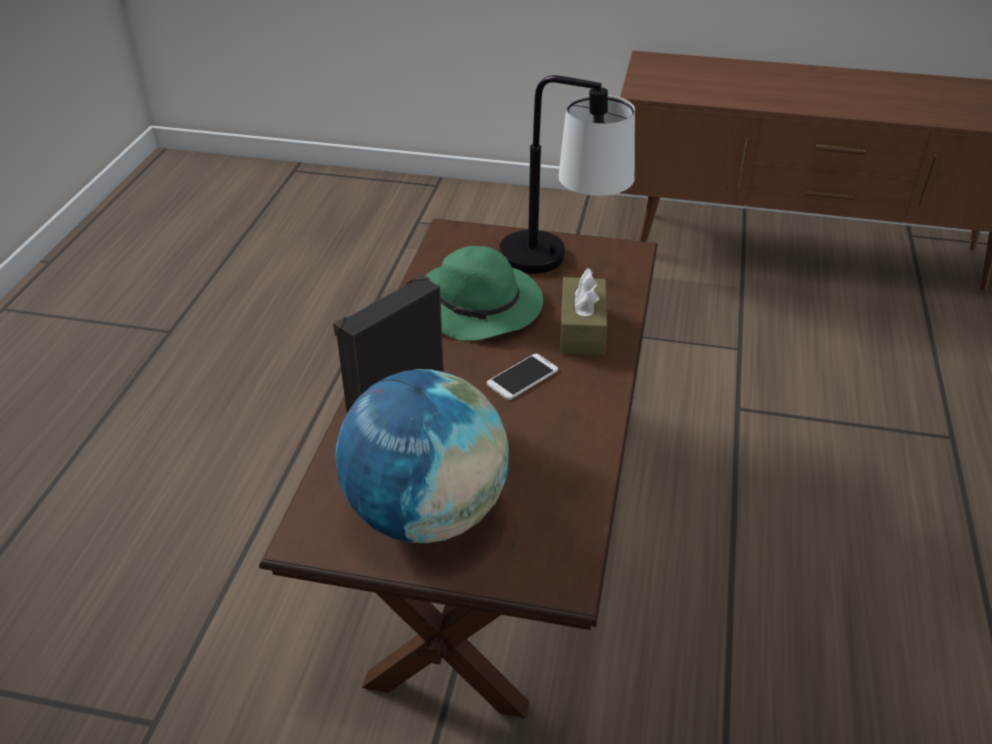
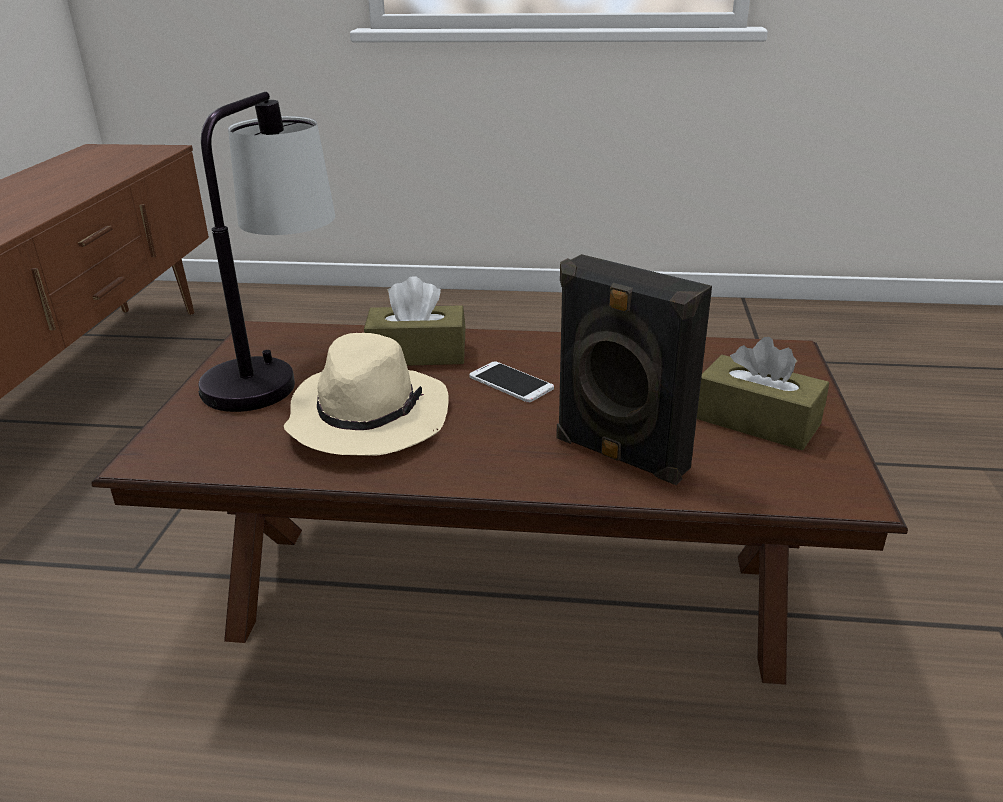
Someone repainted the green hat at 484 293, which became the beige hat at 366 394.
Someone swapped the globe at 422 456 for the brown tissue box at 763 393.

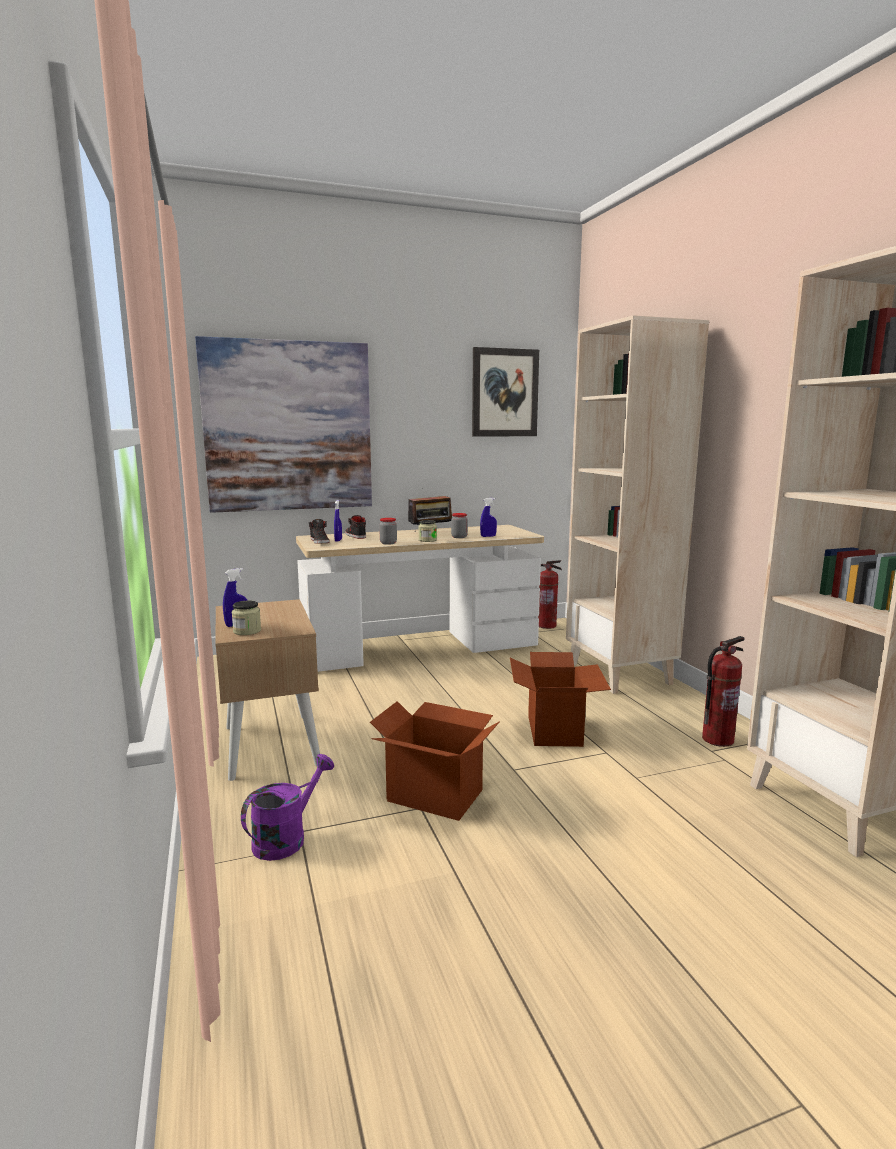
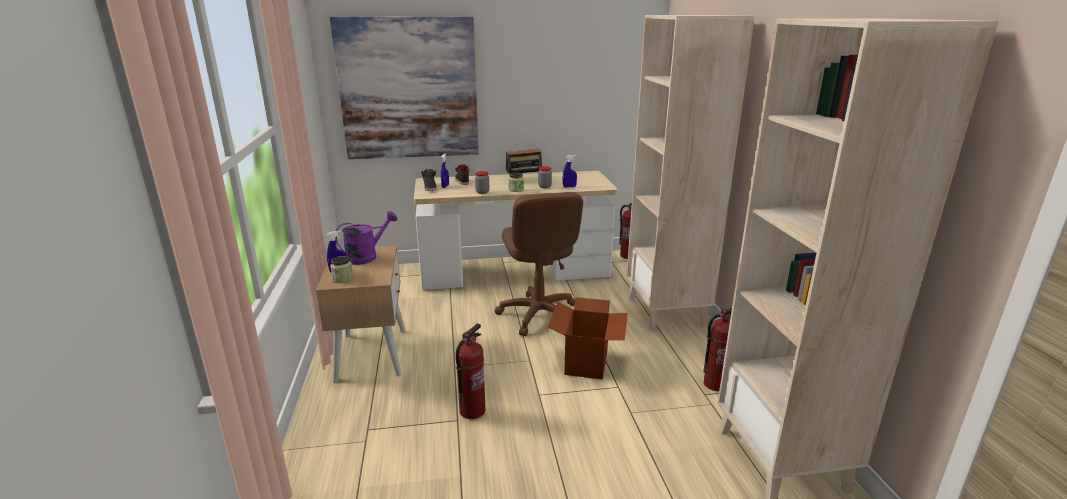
Someone carried the purple watering can from 287 807 to 366 238.
Someone swapped the cardboard box at 435 761 for the fire extinguisher at 470 371.
Someone put down the brown office chair at 538 264.
Someone took away the picture at 505 392.

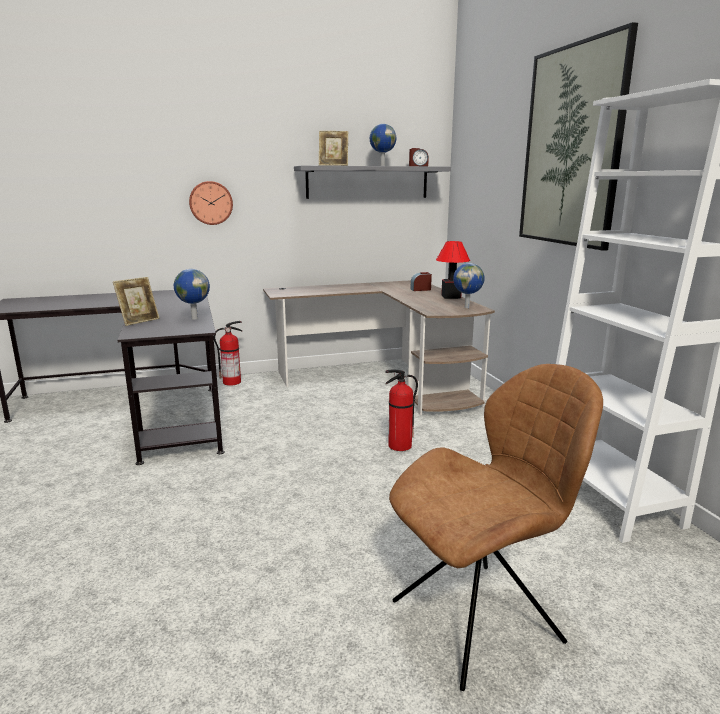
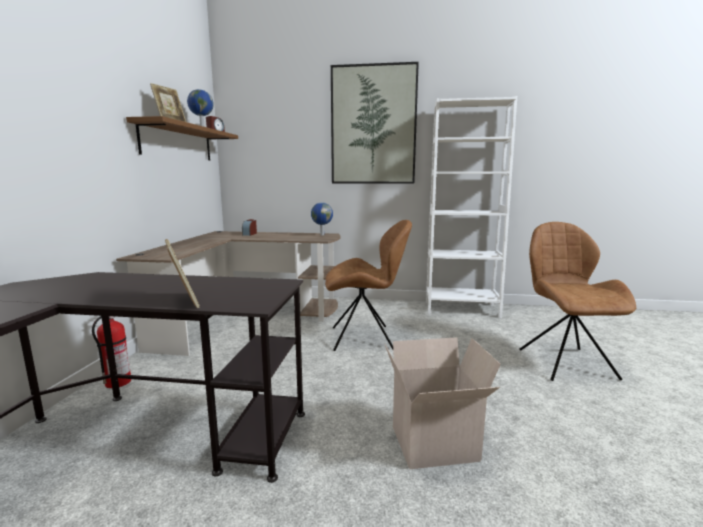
Someone repainted the grey shelf at 372 182, which became the brown shelf at 182 138.
Someone swapped the fire extinguisher at 401 410 for the brown chair at 368 285.
Someone put down the cardboard box at 442 403.
Someone took away the globe at 192 294.
Someone took away the wall clock at 211 203.
Someone took away the table lamp at 453 270.

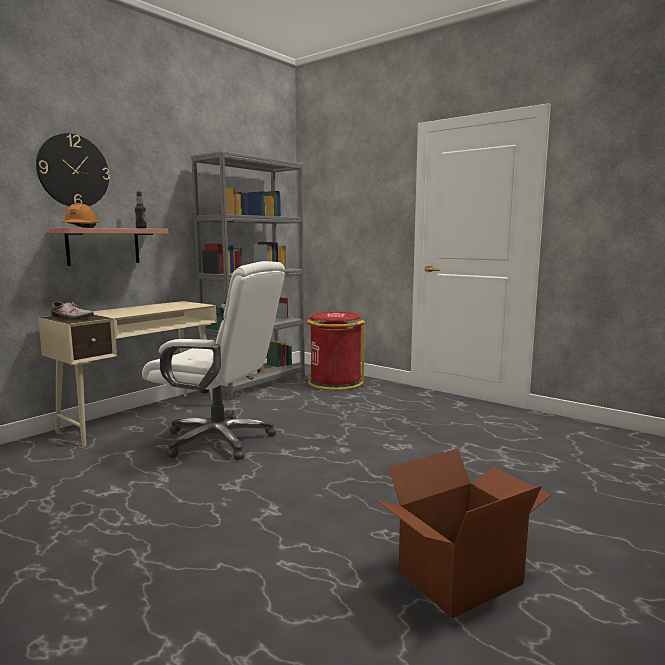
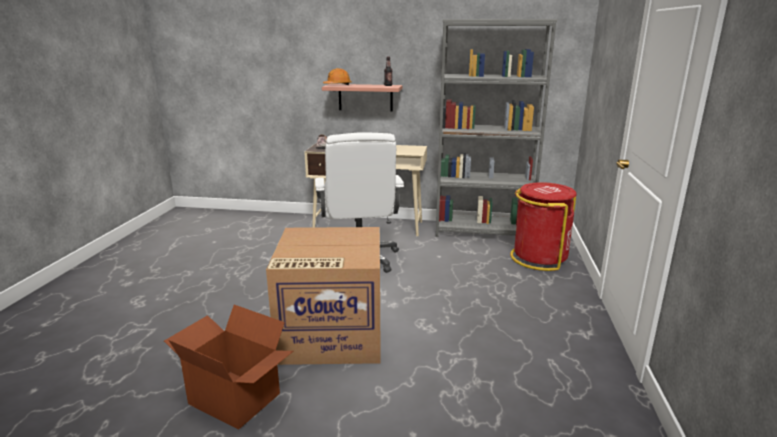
Someone put down the cardboard box at 323 296.
Someone took away the wall clock at 73 169.

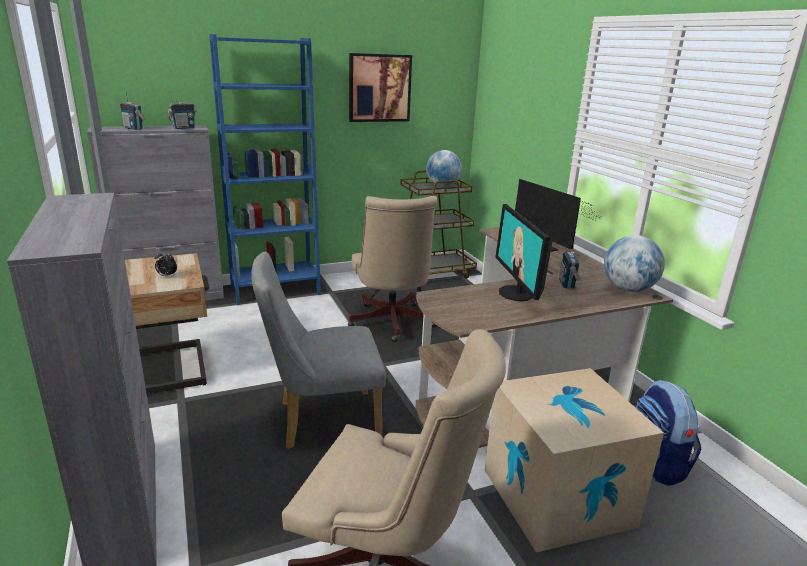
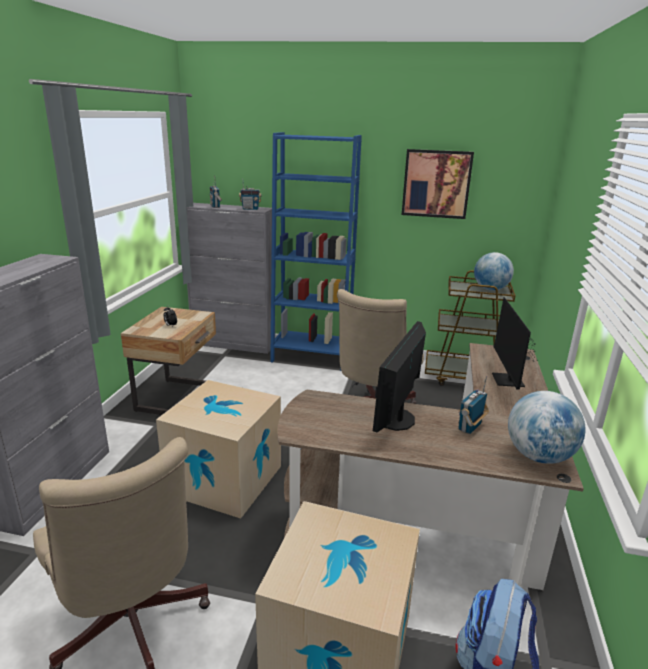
Someone swapped the grey chair at 318 350 for the cardboard box at 218 449.

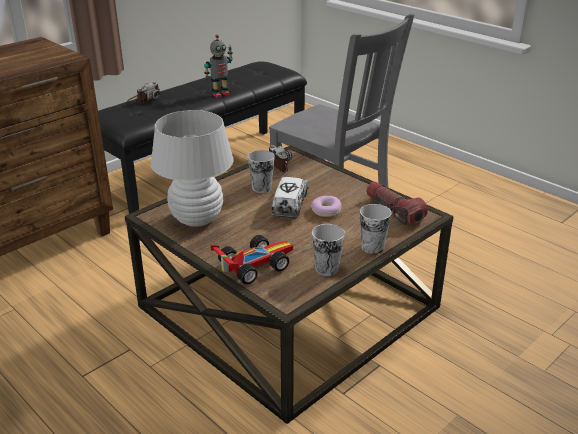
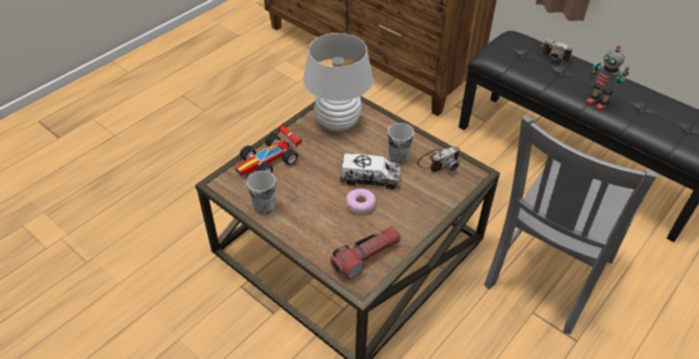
Someone rotated the toy car at 252 259 by 90 degrees clockwise.
Someone took away the cup at 376 229.

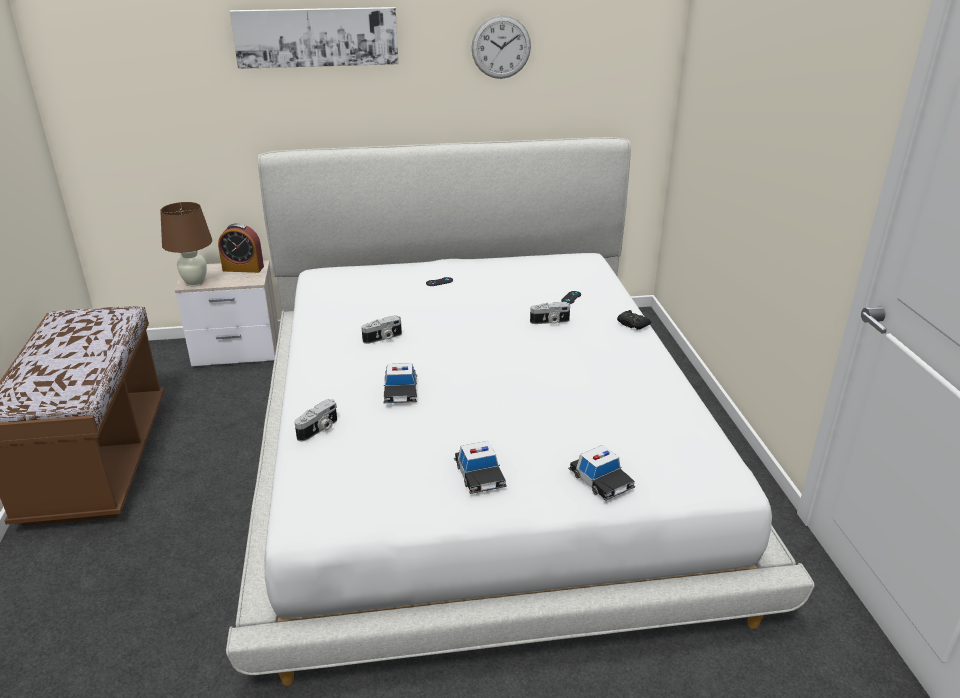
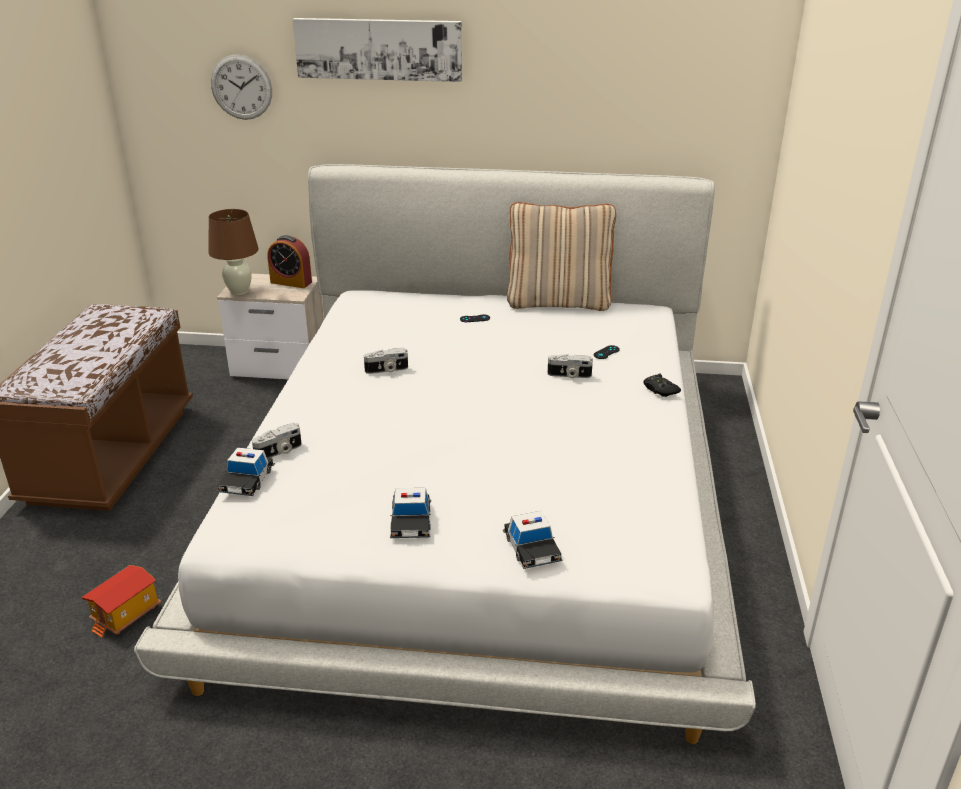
Someone put down the toy house at 121 601.
Someone carried the wall clock from 501 47 to 241 87.
Someone carried the toy car from 400 383 to 246 471.
Someone put down the beige pillow at 561 256.

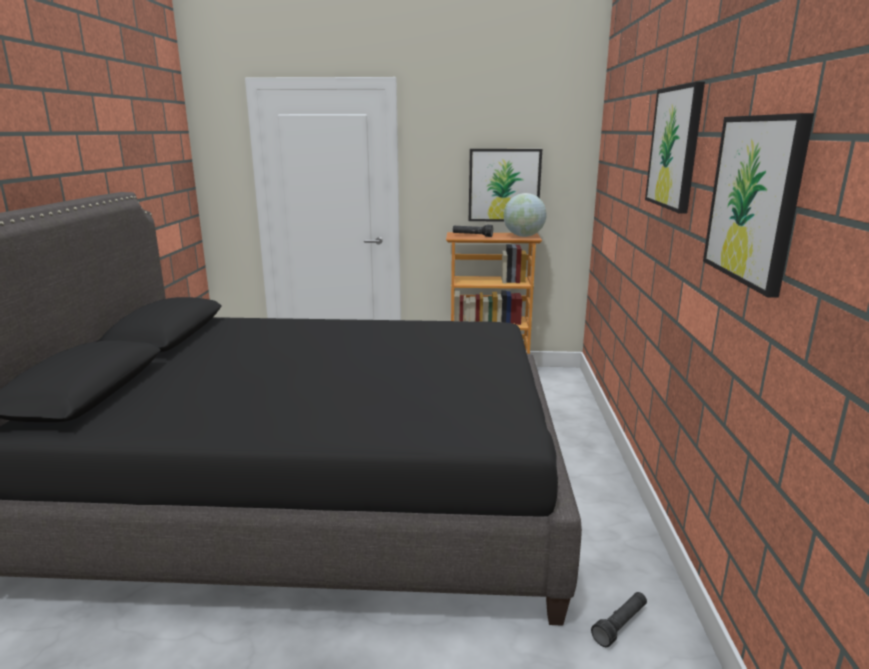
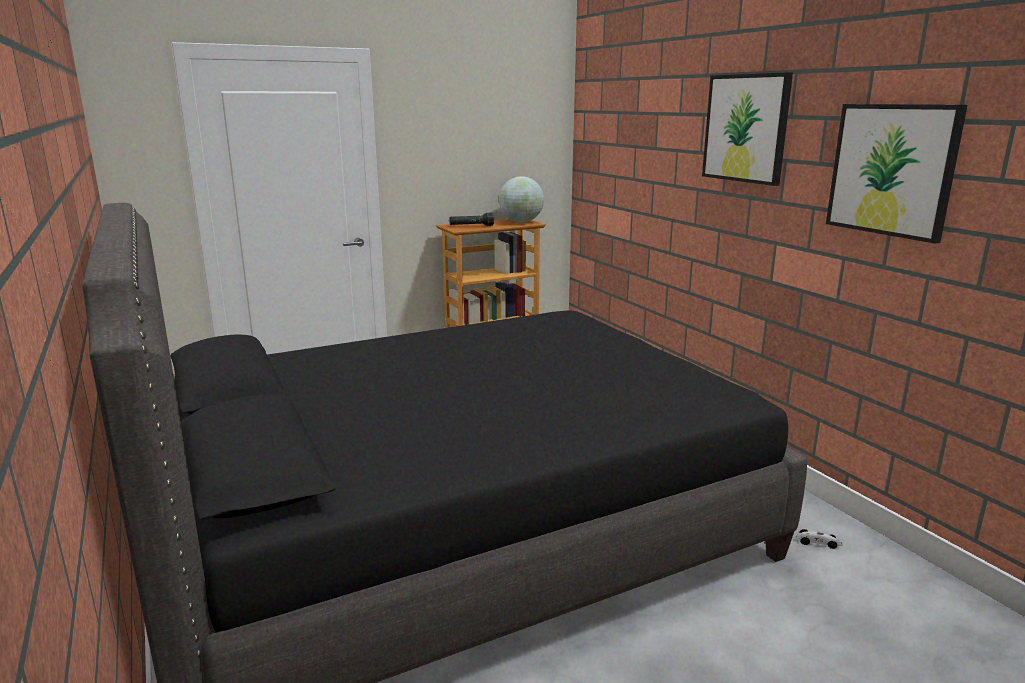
Someone swapped the black flashlight at 619 619 for the toy car at 819 539.
Someone took away the picture at 505 185.

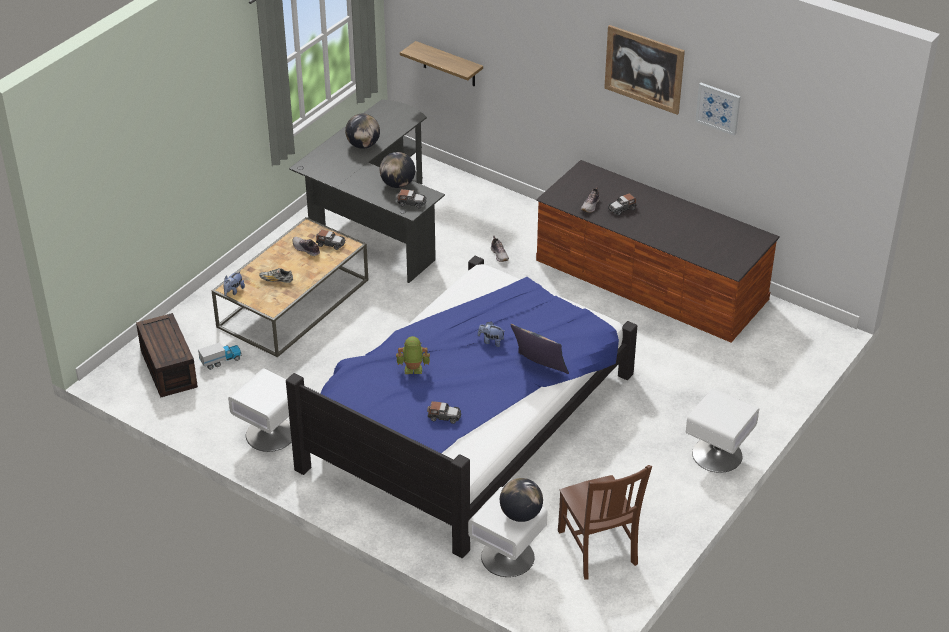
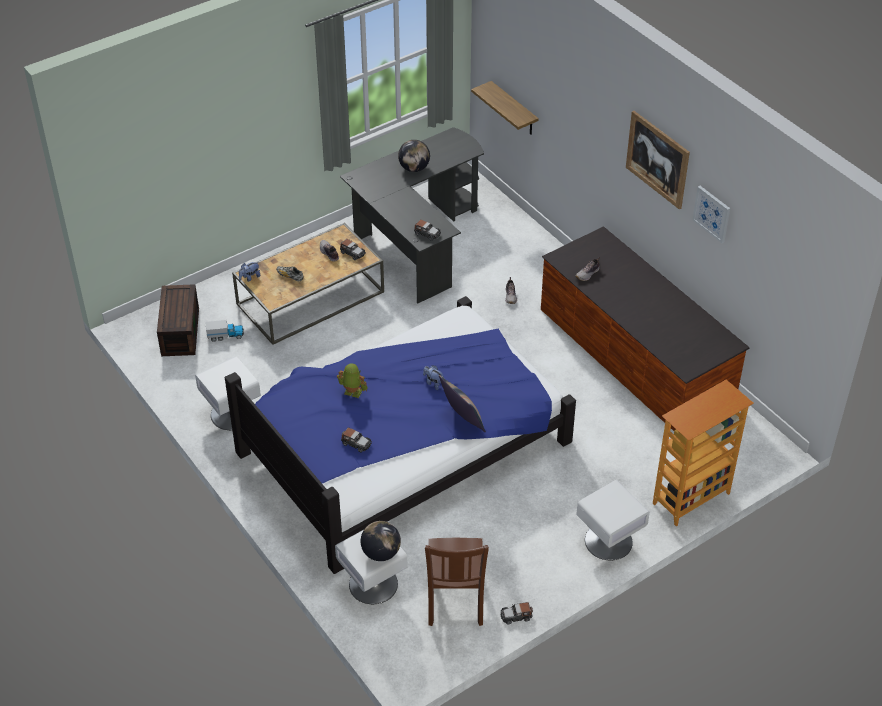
Someone carried the toy car from 622 204 to 516 613.
Someone put down the bookcase at 703 453.
Someone took away the globe at 397 170.

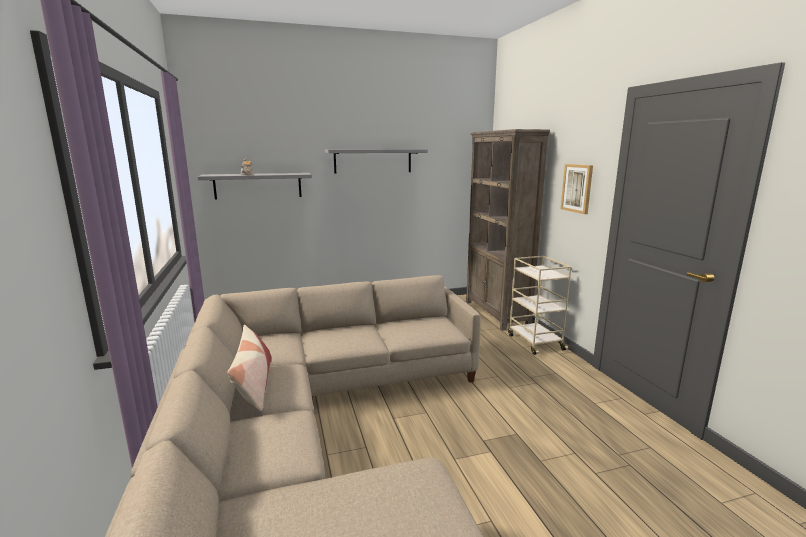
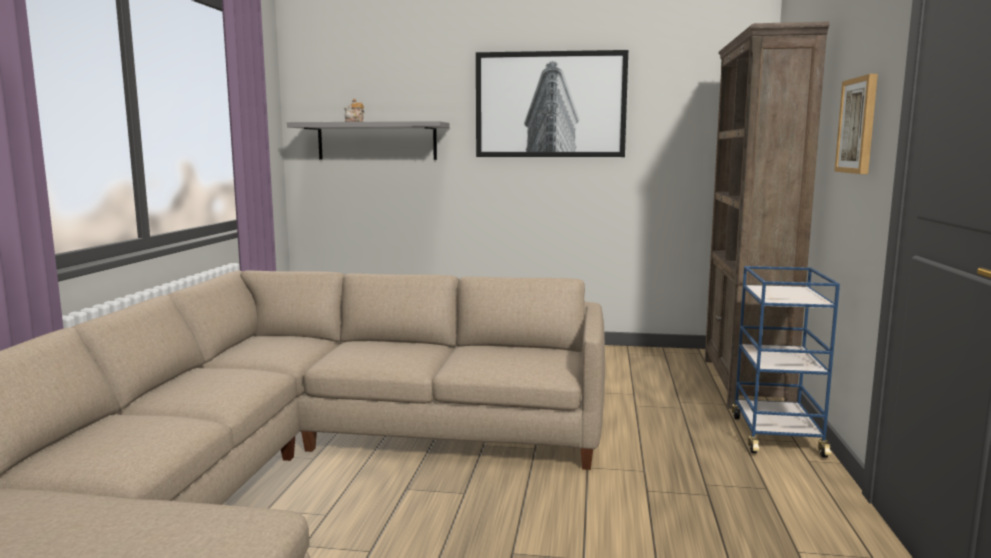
Someone swapped the grey shelf at 376 161 for the picture at 552 103.
Someone repainted the beige cart at 539 305, which became the blue cart at 786 362.
Someone took away the pillow at 249 368.

